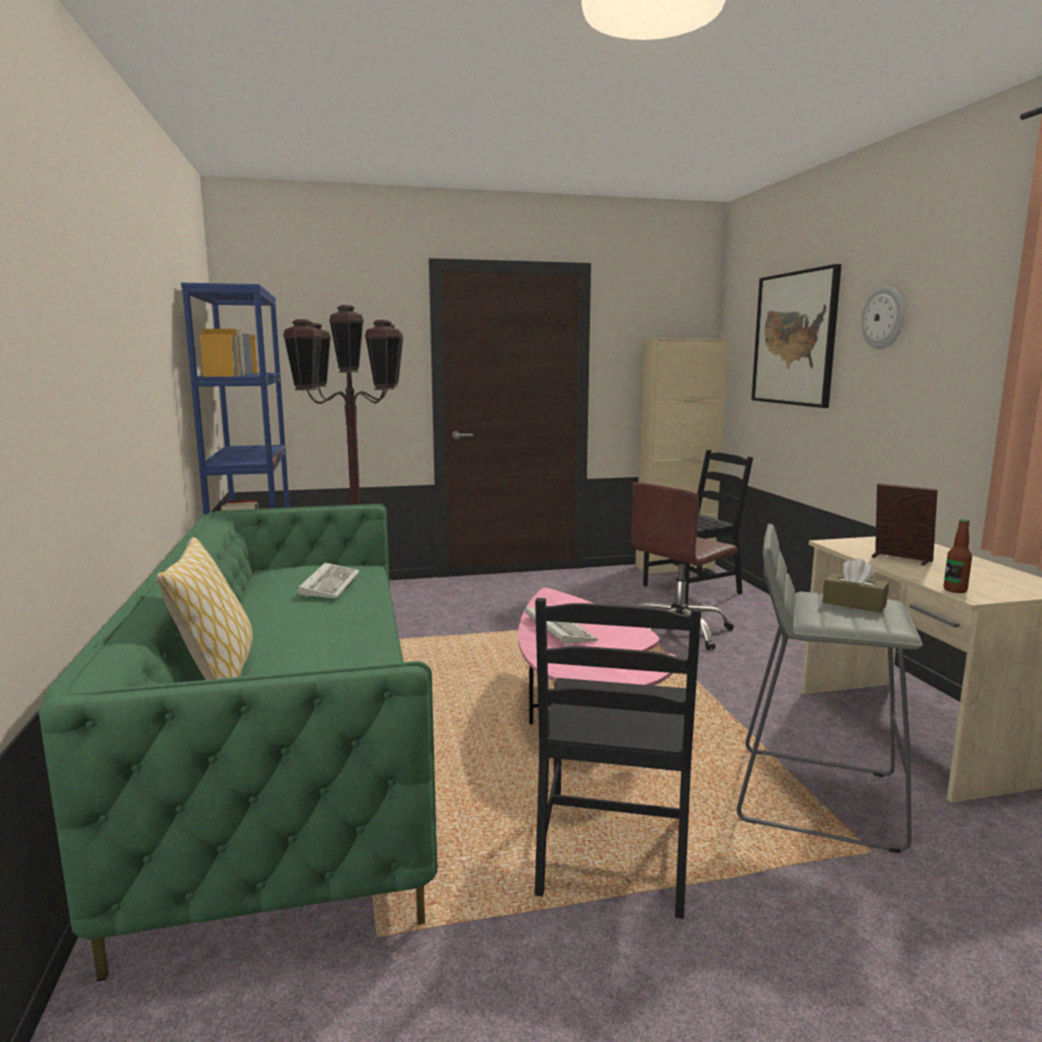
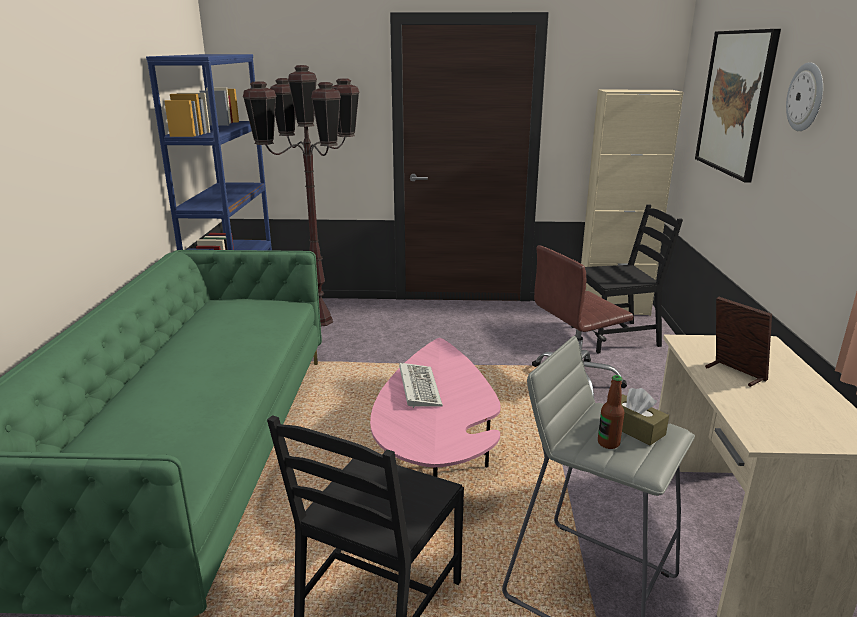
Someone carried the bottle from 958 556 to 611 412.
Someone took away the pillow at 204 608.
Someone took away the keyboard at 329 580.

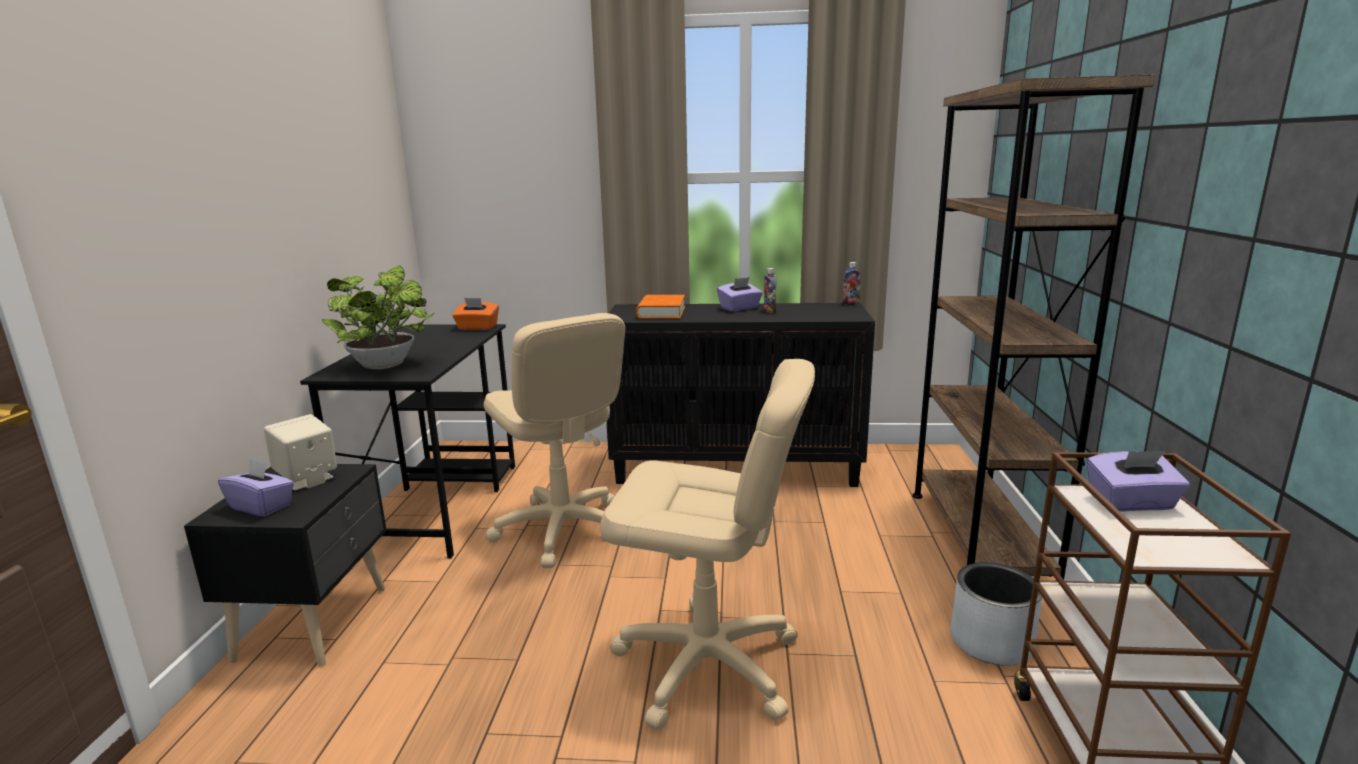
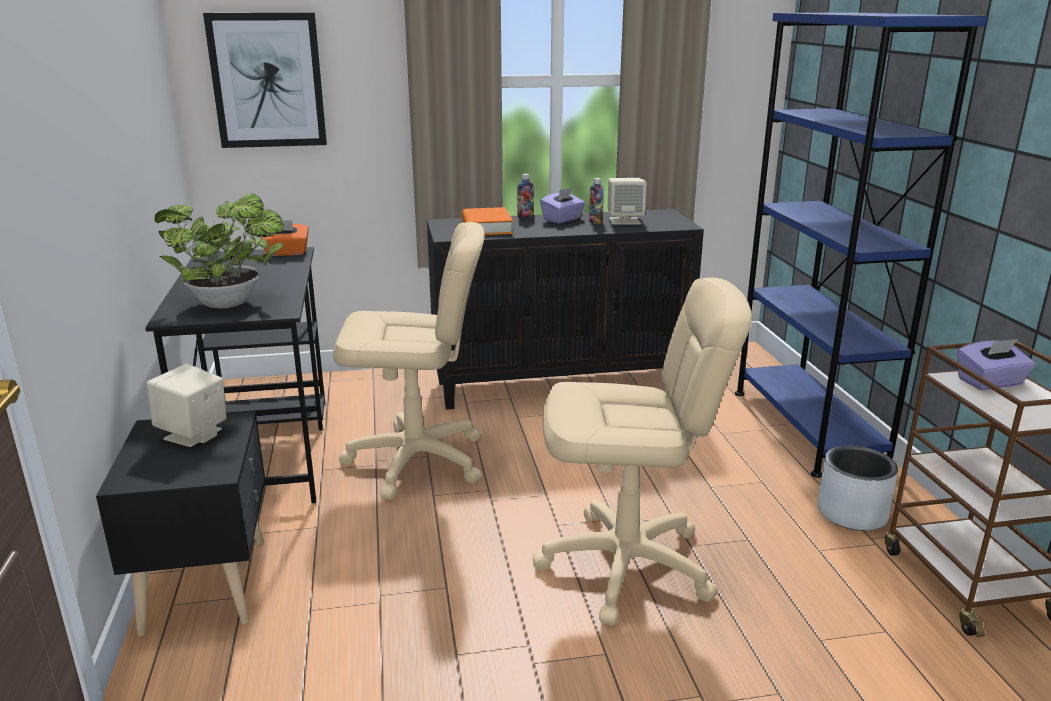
Someone put up the picture at 265 80.
Someone rotated the beige office chair at 554 440 by 45 degrees counterclockwise.
Someone carried the bottle from 851 283 to 525 196.
Someone put down the beige speaker at 626 201.
Someone repainted the brown bookcase at 1033 328, which became the blue bookcase at 861 245.
Someone took away the purple tissue box at 256 487.

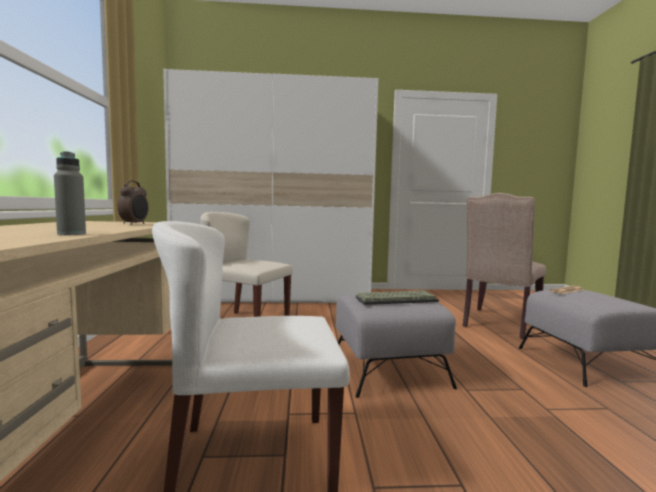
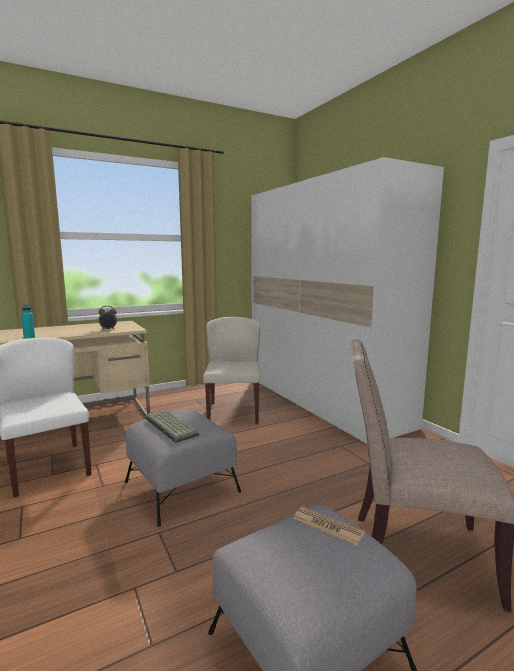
Someone repainted the grey bottle at 70 193, which became the turquoise bottle at 28 321.

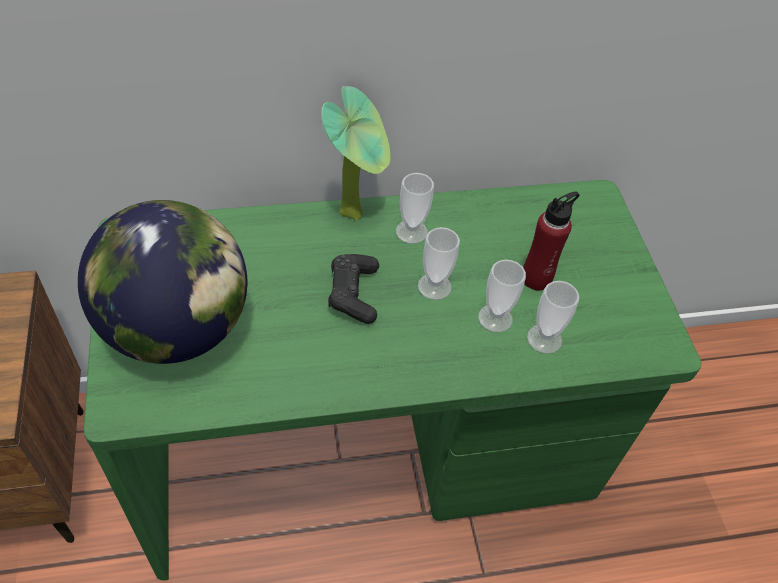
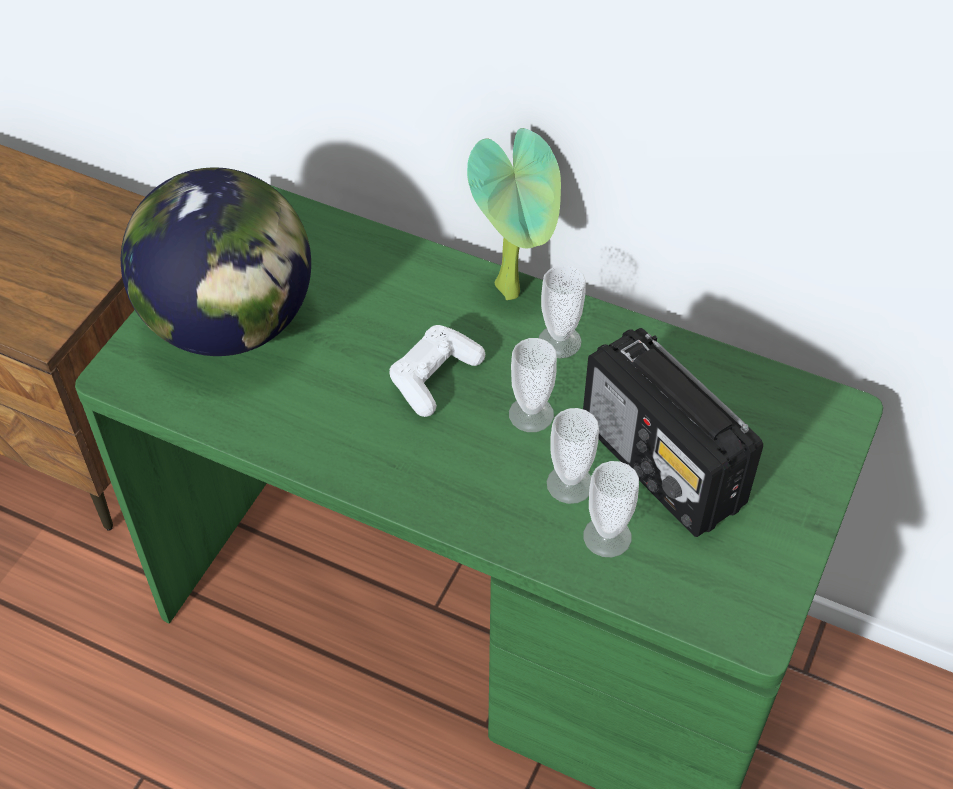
Someone repainted the black game controller at 353 289, which became the white game controller at 437 371.
Someone swapped the red bottle at 551 241 for the radio at 673 432.

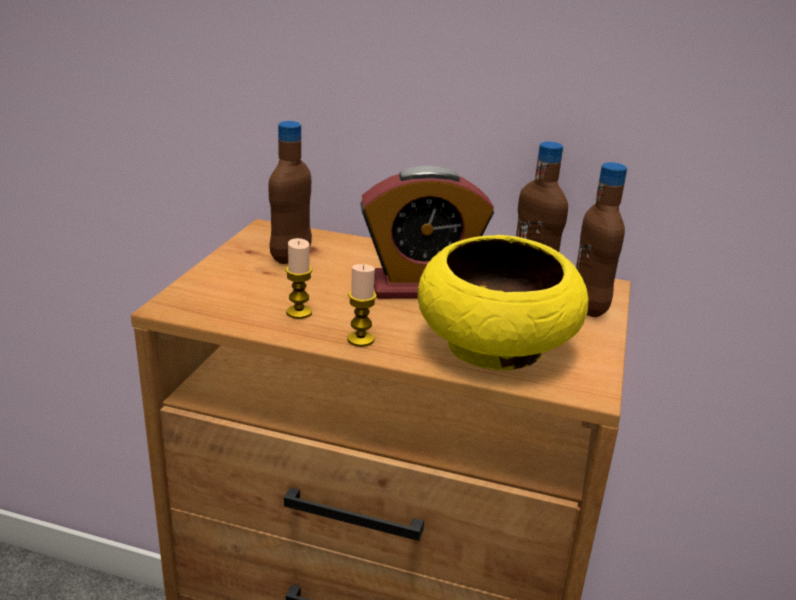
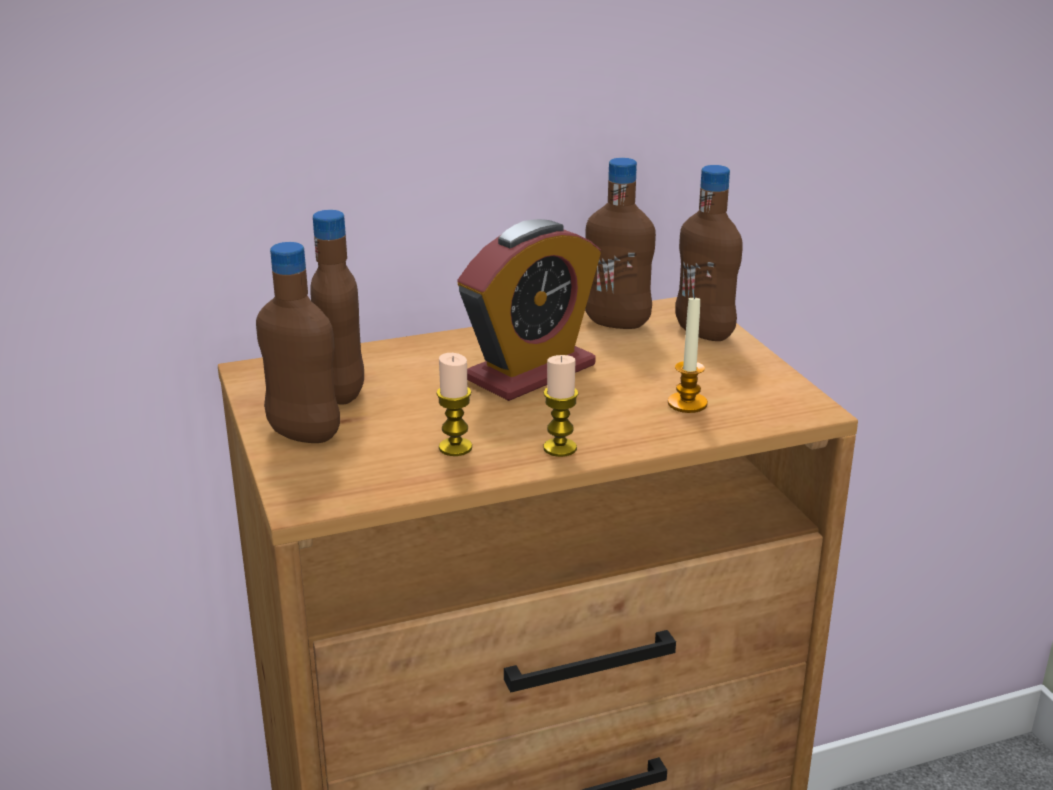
Someone put down the brown bottle at 298 342.
Someone swapped the yellow bowl at 503 302 for the candle at 688 353.

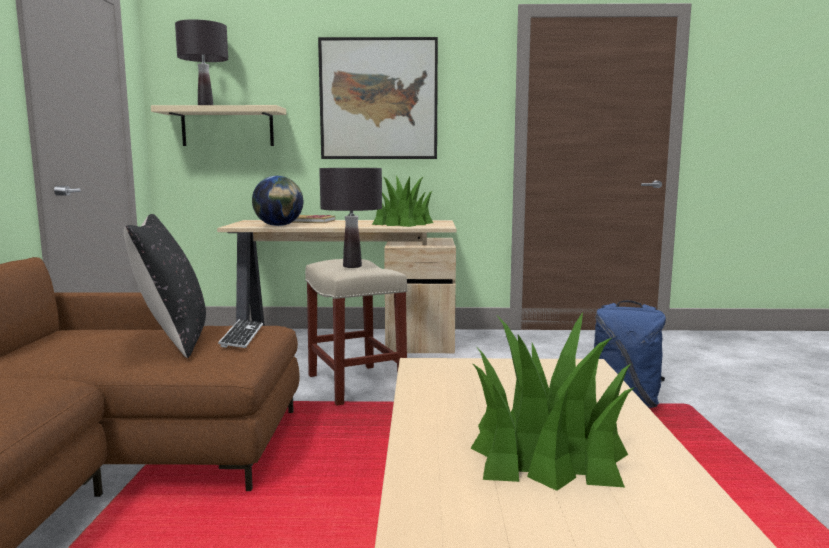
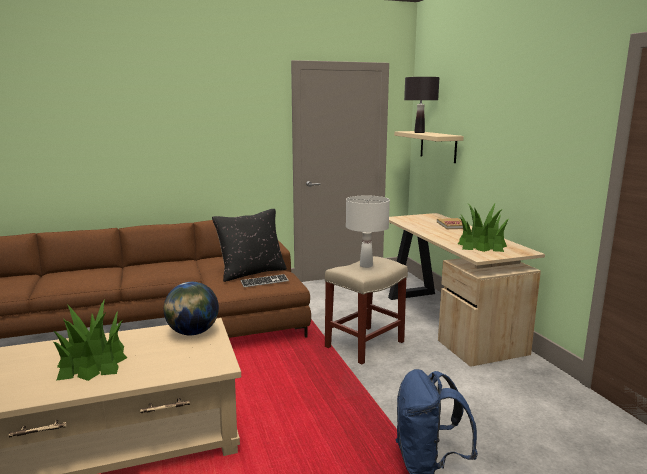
Someone carried the globe from 277 201 to 191 308.
Someone repainted the black table lamp at 350 218, which became the white table lamp at 368 232.
Someone took away the picture at 378 98.

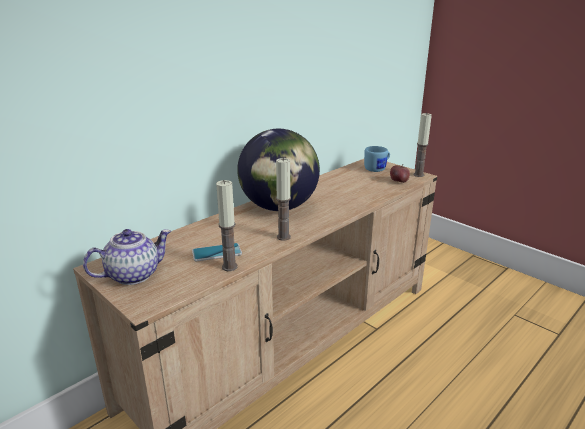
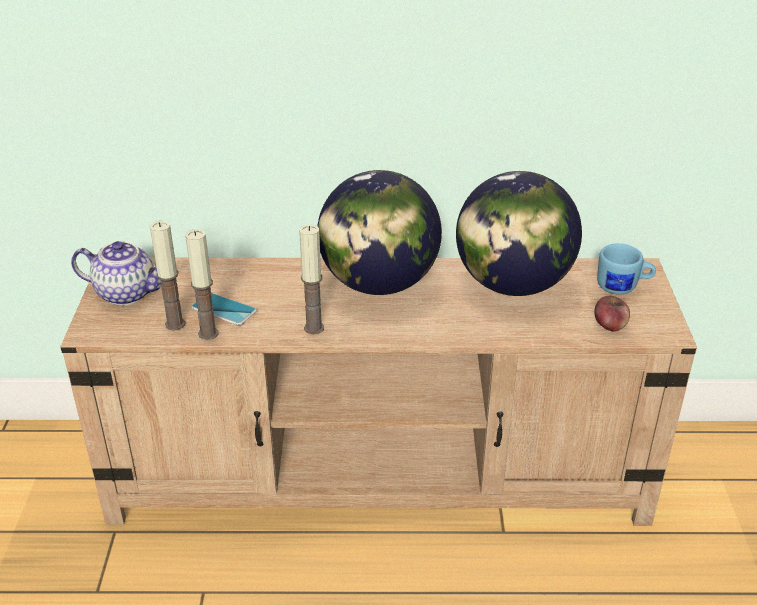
Someone carried the candle from 423 144 to 167 276.
Someone put down the globe at 519 233.

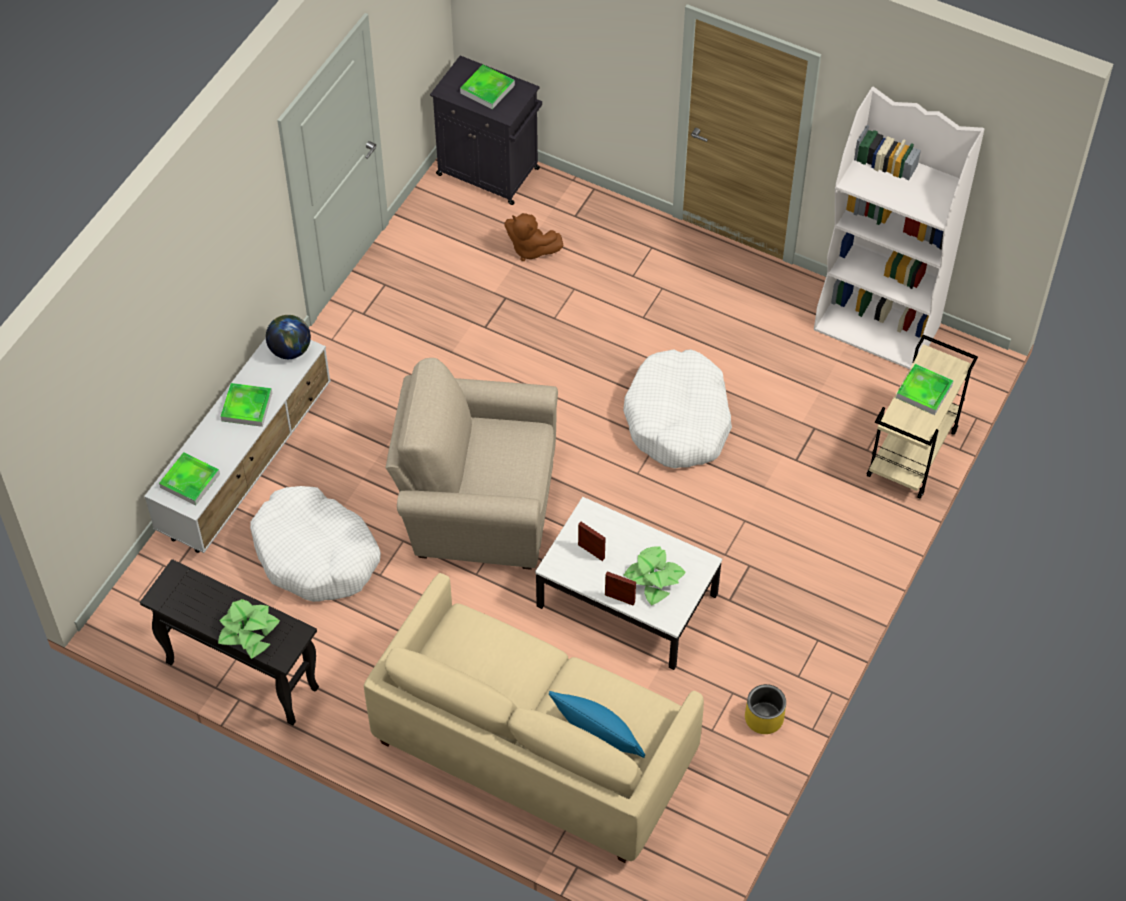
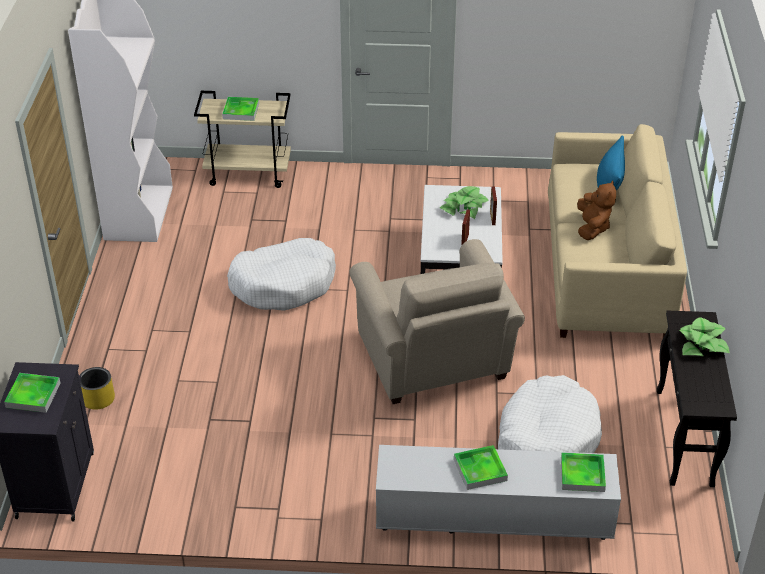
Someone carried the yellow planter from 765 709 to 97 388.
Someone carried the brown plush toy from 534 237 to 596 210.
Someone took away the globe at 288 337.

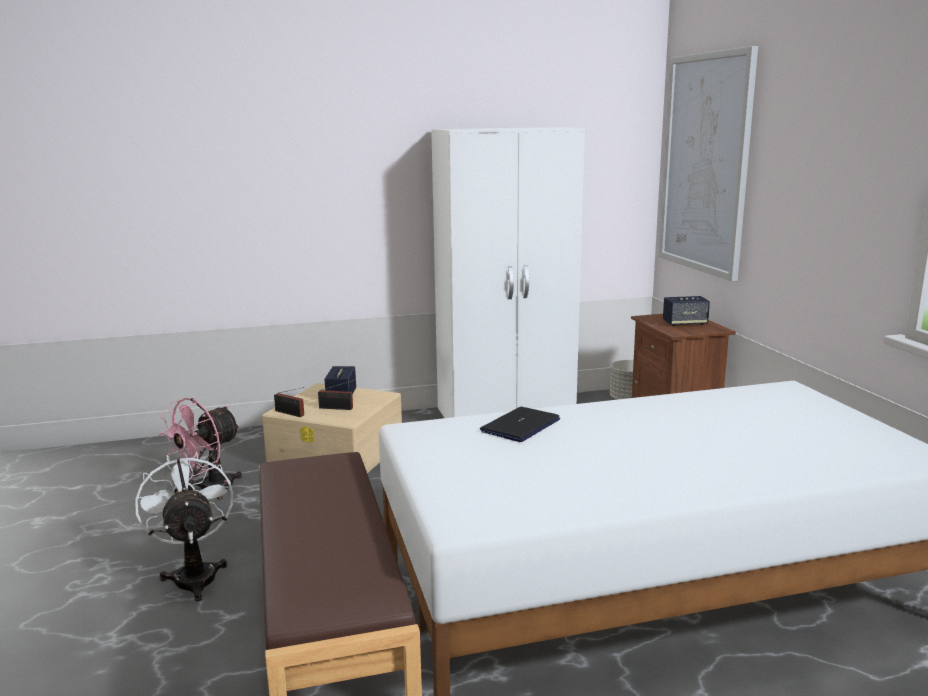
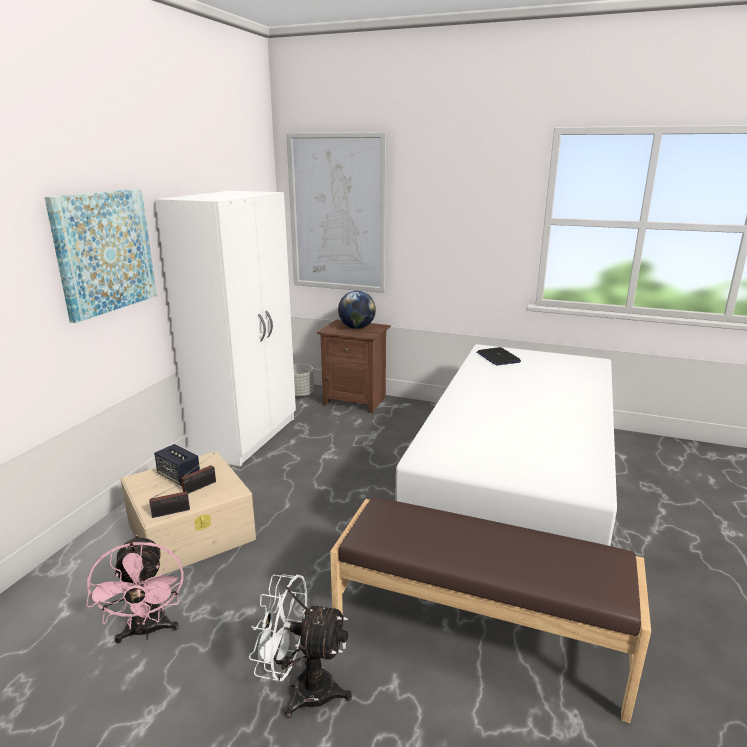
Someone put up the picture at 101 256.
Someone swapped the speaker at 686 311 for the globe at 357 310.
Someone carried the laptop from 520 424 to 499 356.

